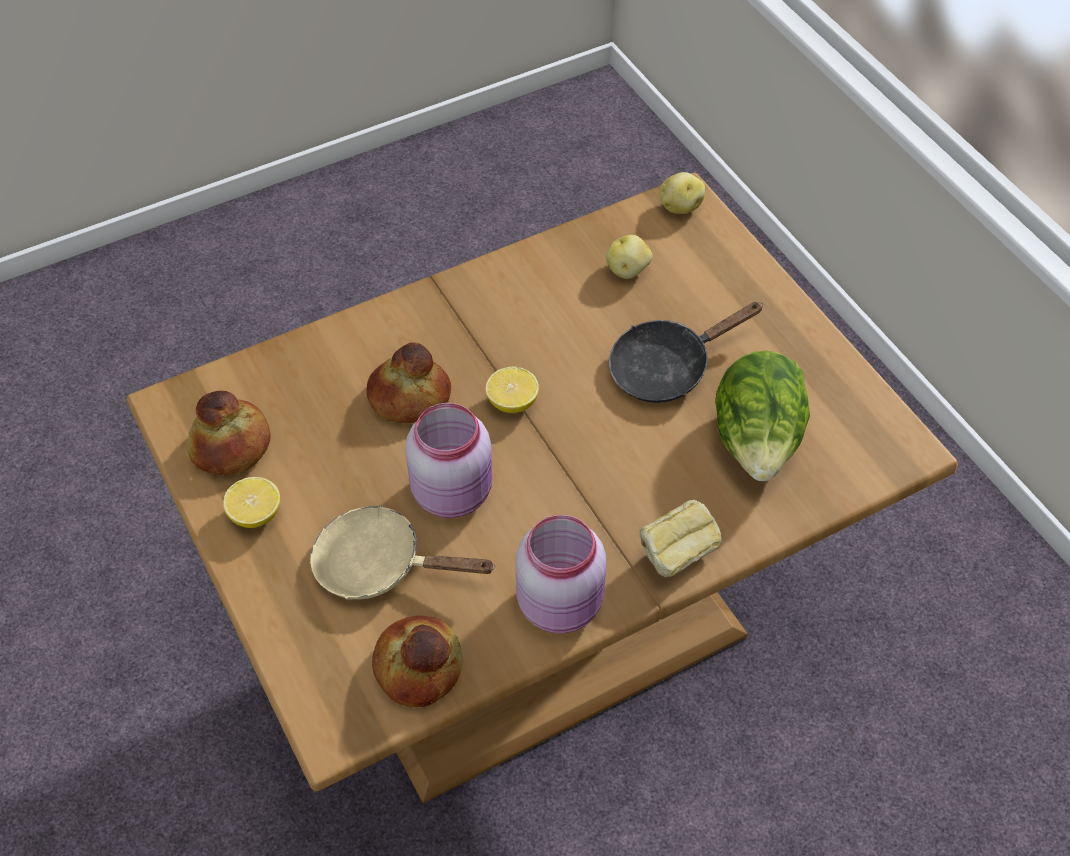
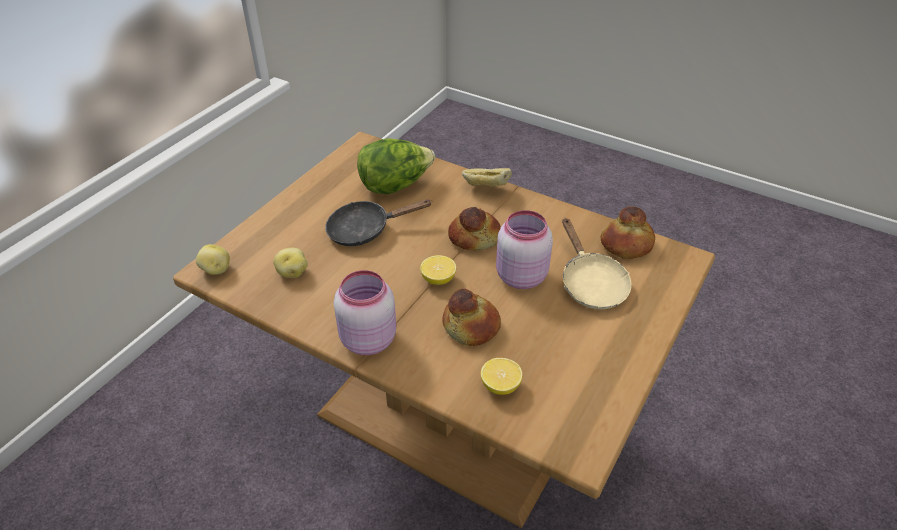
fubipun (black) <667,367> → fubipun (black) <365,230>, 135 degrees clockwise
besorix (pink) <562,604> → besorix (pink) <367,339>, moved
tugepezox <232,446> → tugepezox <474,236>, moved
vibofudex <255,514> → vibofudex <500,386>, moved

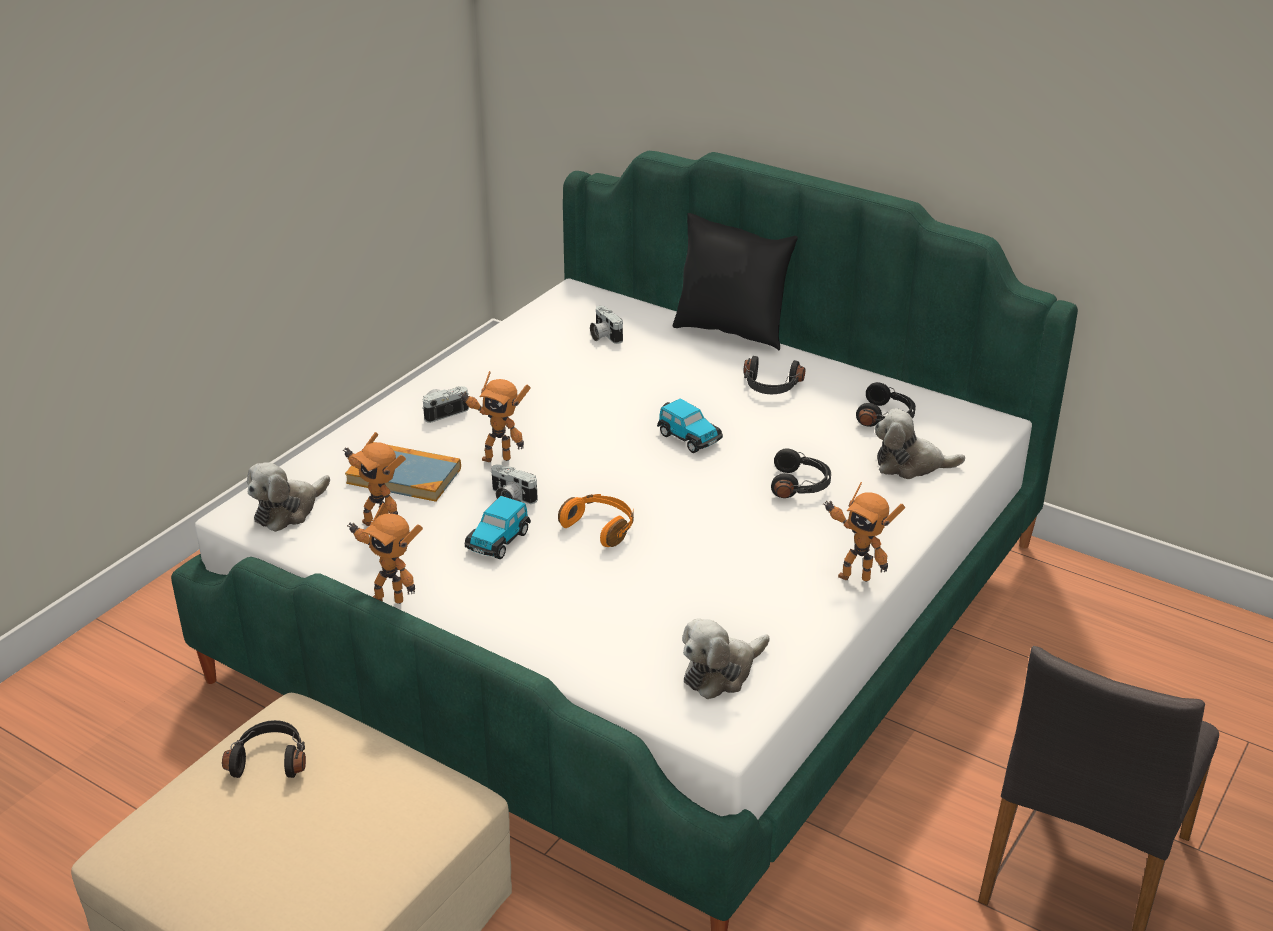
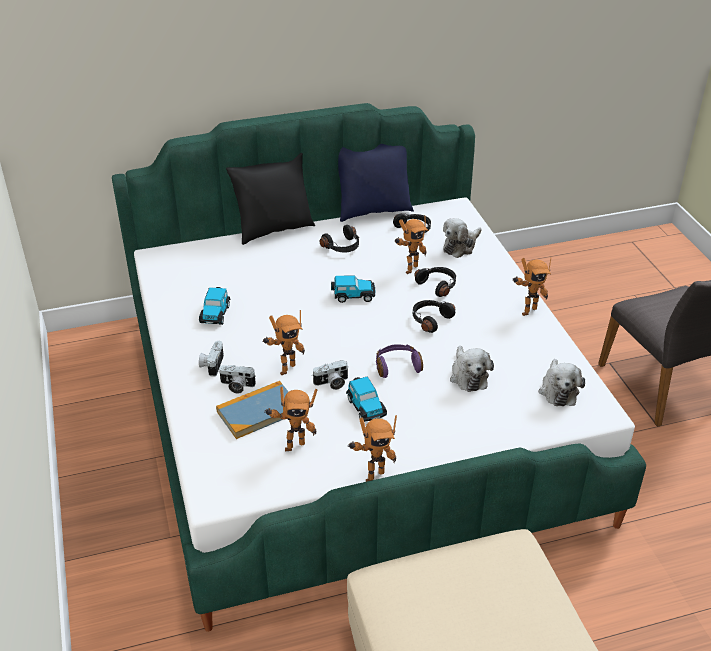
- → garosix <215,313>
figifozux <603,336> → figifozux <236,386>, moved
- → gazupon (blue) <373,211>
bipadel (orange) <600,527> → bipadel (purple) <397,366>
- → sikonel <409,268>
bipadel (black) <270,759> → bipadel (black) <430,319>, moved
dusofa <288,510> → dusofa <468,375>, moved

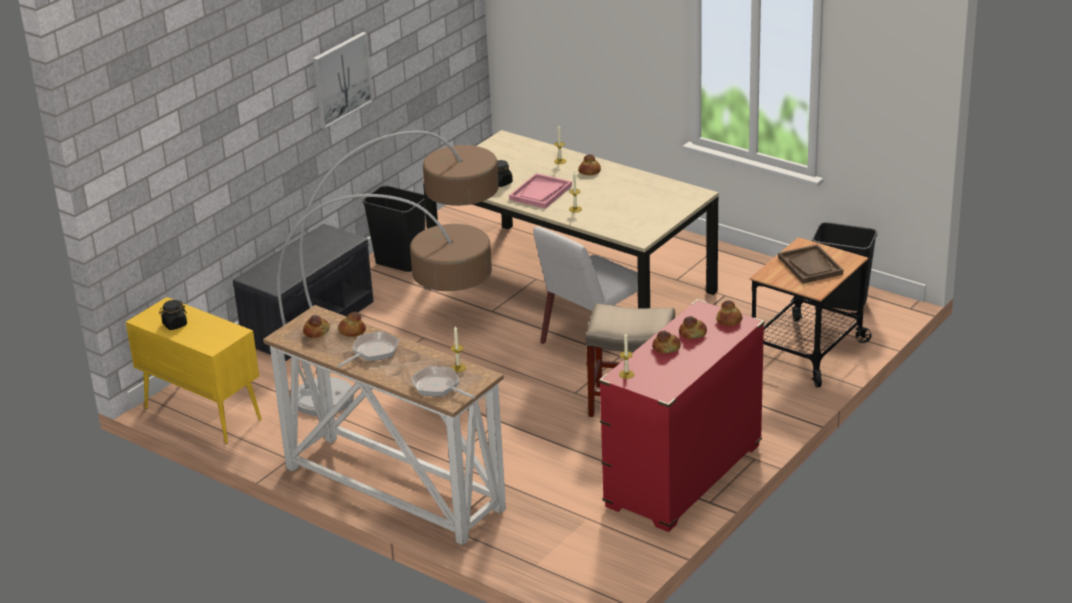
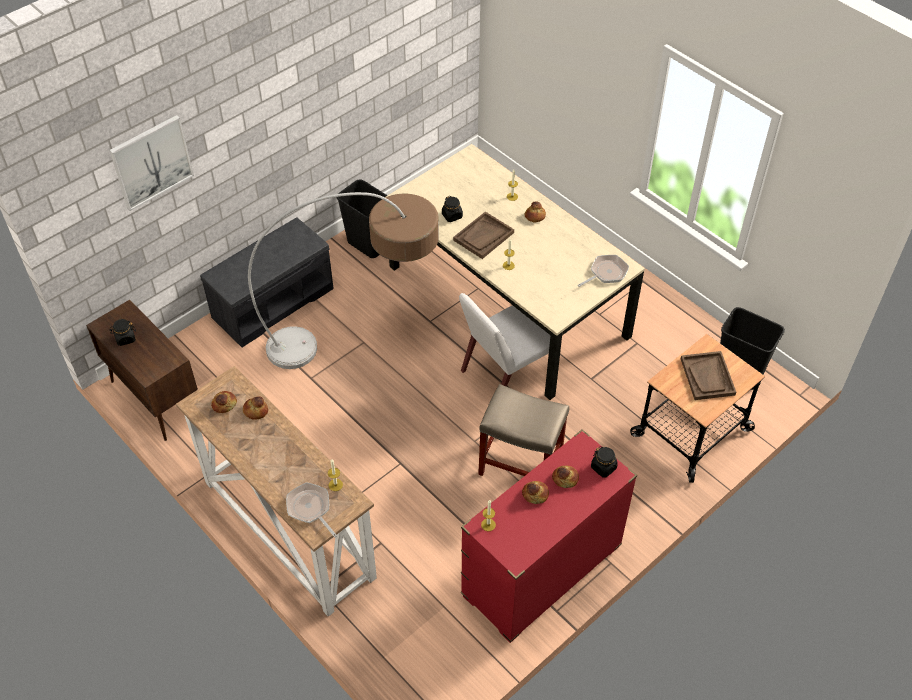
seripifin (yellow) <201,413> → seripifin (brown) <155,398>
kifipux <341,79> → kifipux <151,162>, moved
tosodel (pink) <540,193> → tosodel (brown) <483,236>
fubipun <372,352> → fubipun <606,273>, moved
tugepezox <729,320> → besorix (black) <603,467>
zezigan <404,405> → -

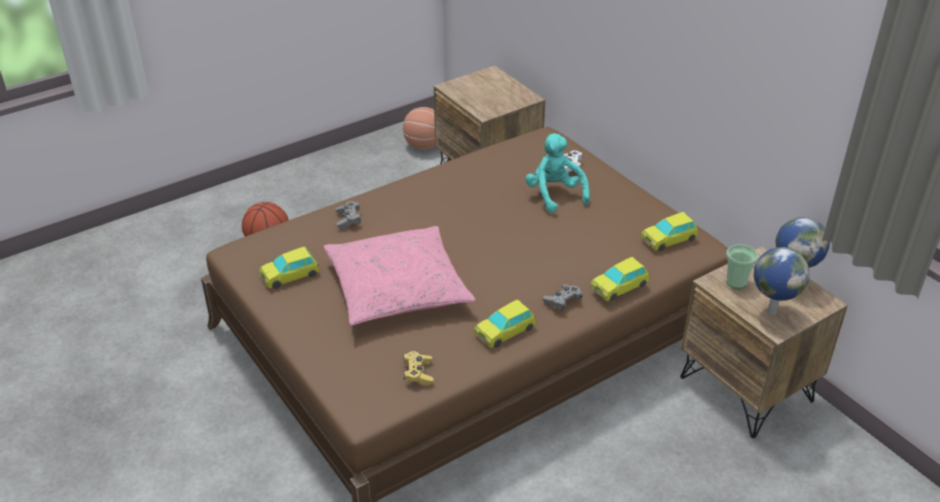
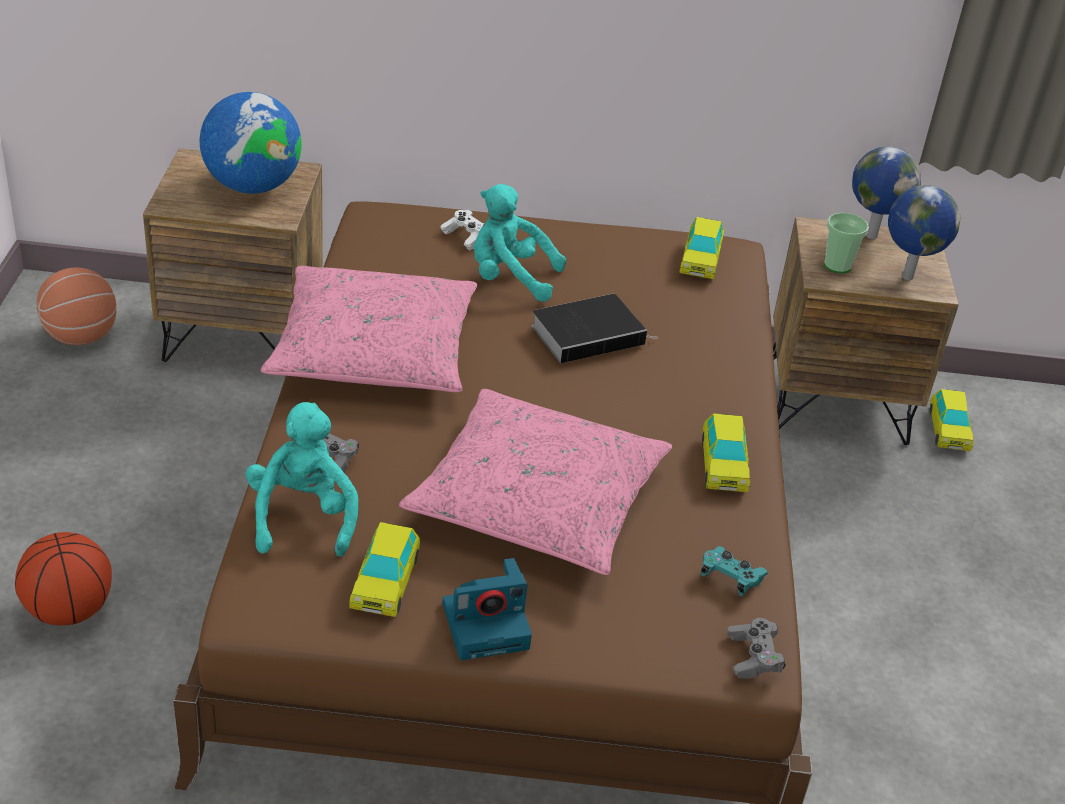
- → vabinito <252,186>
- → dusofa (turquoise) <303,517>
- → gazupon (pink) <373,350>
- → figifozux <487,624>
- → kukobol <590,333>
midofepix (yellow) <418,374> → midofepix (turquoise) <730,578>
midofepix (grey) <562,302> → midofepix (grey) <753,657>, moved
garosix <619,287> → garosix <948,431>, moved

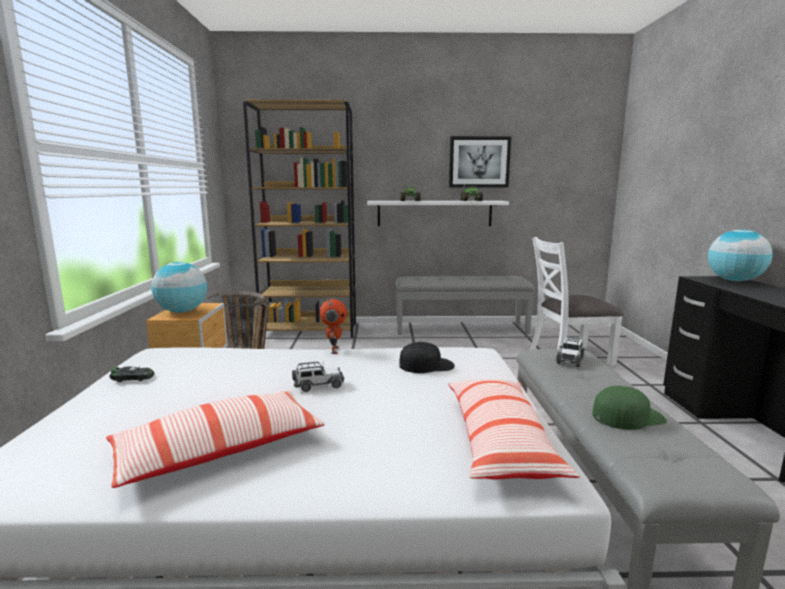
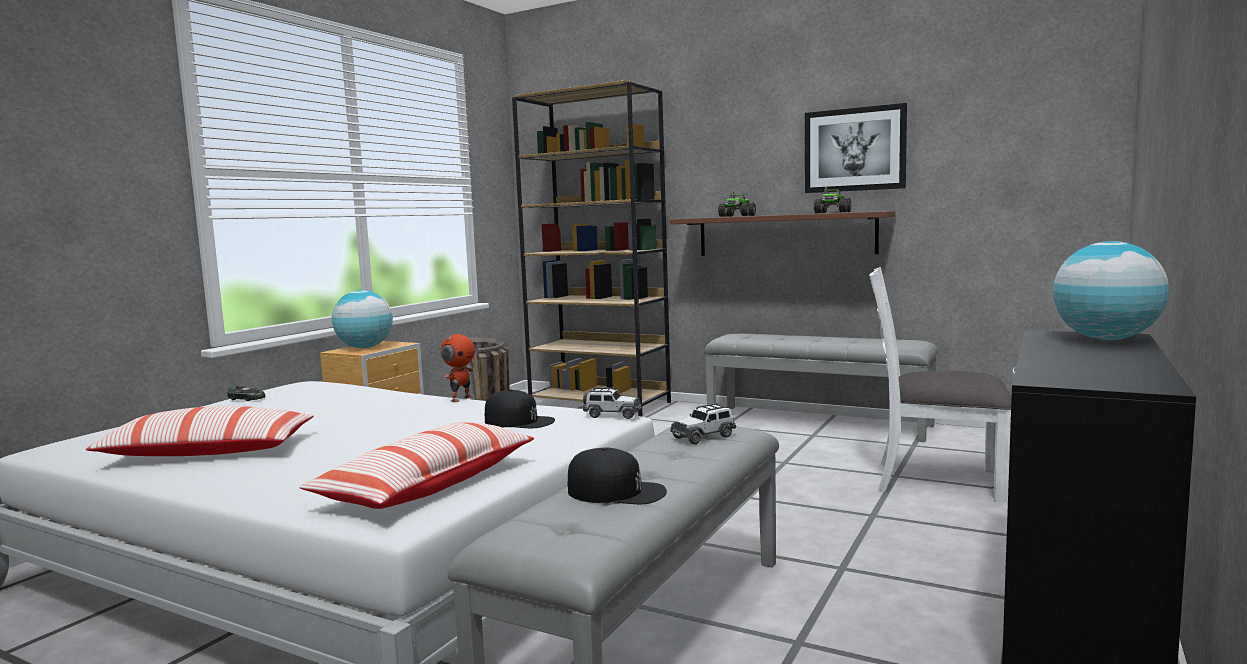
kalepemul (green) <627,416> → kalepemul (black) <616,491>
garosix <318,385> → garosix <612,415>, moved
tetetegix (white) <434,213> → tetetegix (brown) <785,235>

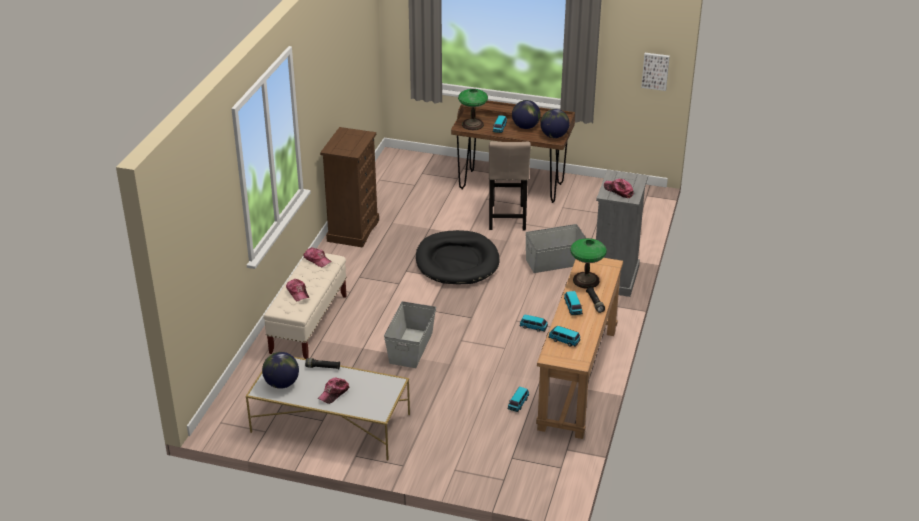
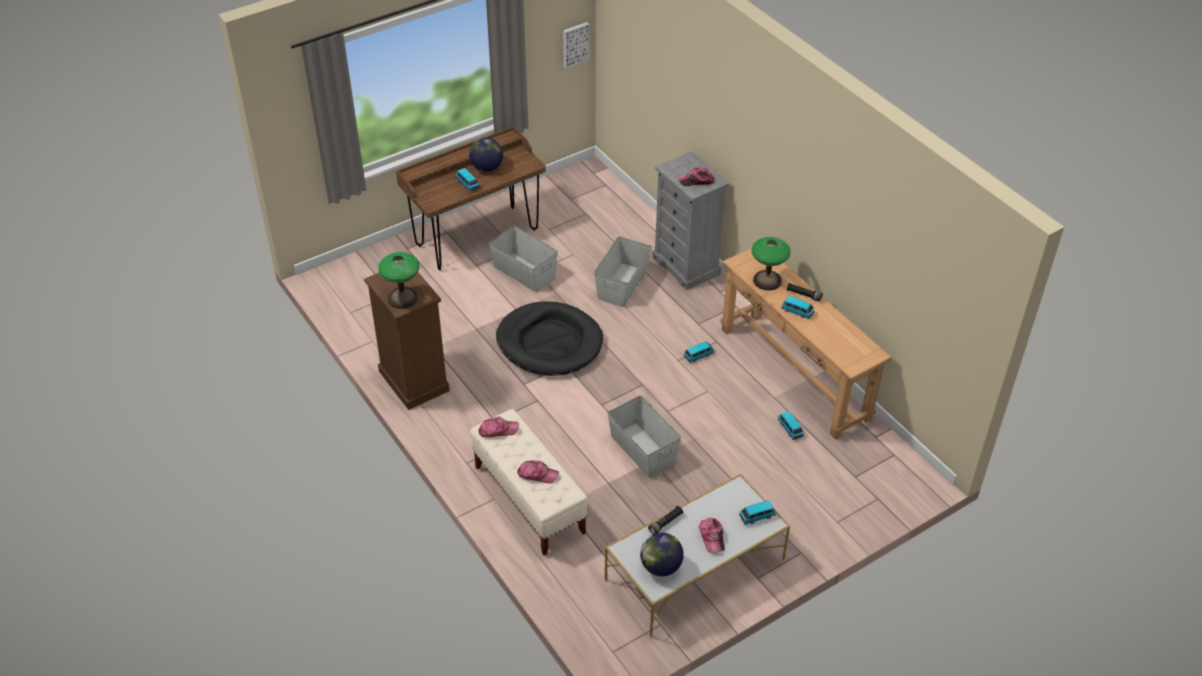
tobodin <472,124> → tobodin <402,298>, moved
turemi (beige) <507,219> → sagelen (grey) <524,272>
garosix <564,340> → garosix <756,516>, moved
vabinito <554,136> → -

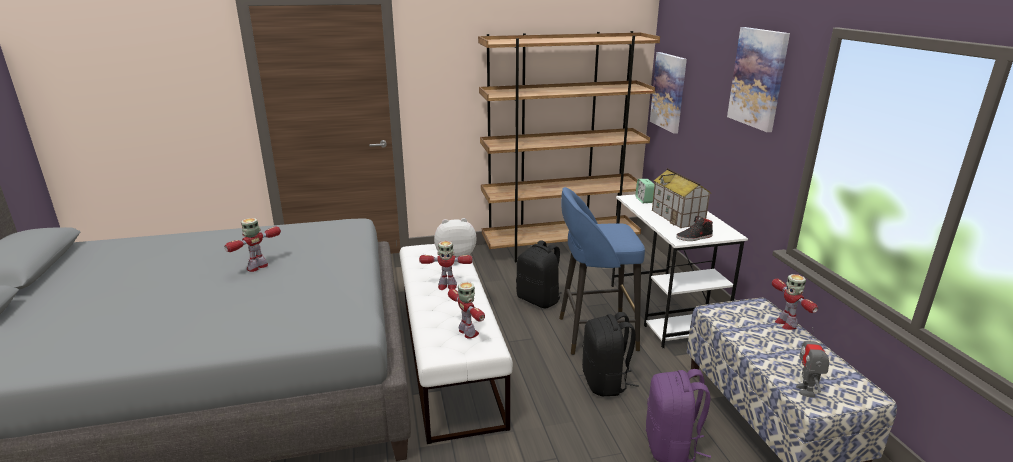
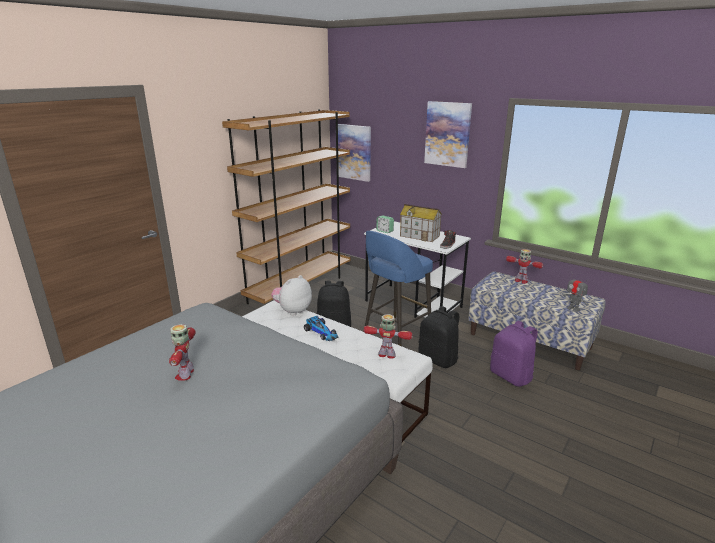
sikonel <447,286> → garosix <322,332>

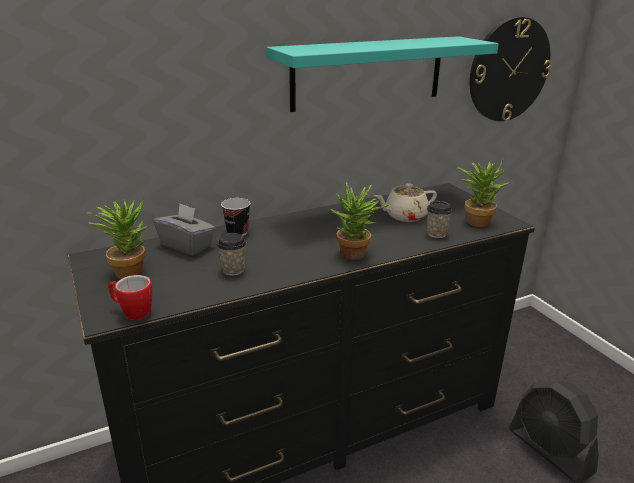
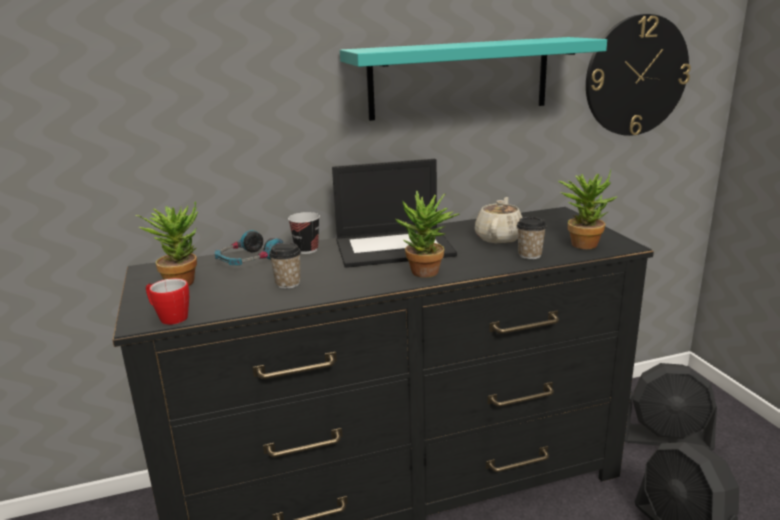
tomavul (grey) <187,245> → bipadel <249,260>
- → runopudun <395,247>
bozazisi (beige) <405,216> → bozazisi (beige) <499,237>, 120 degrees clockwise
- → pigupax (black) <665,438>

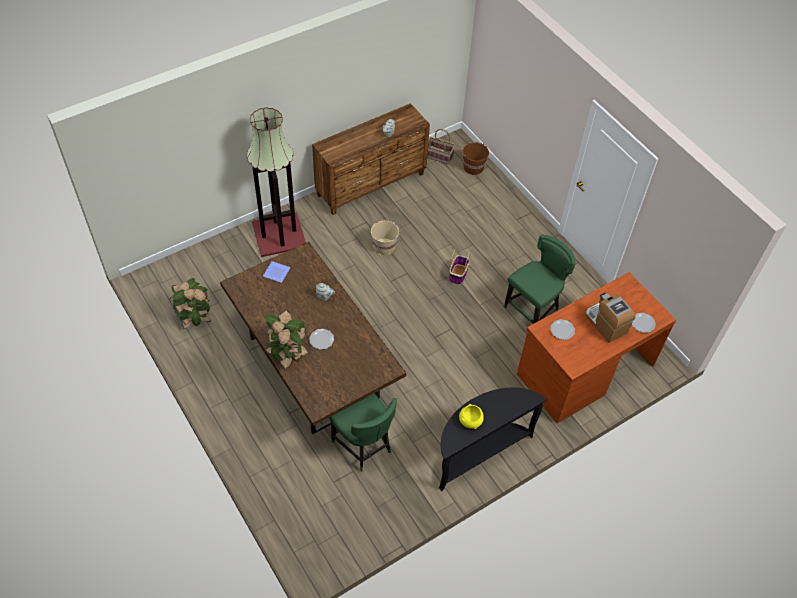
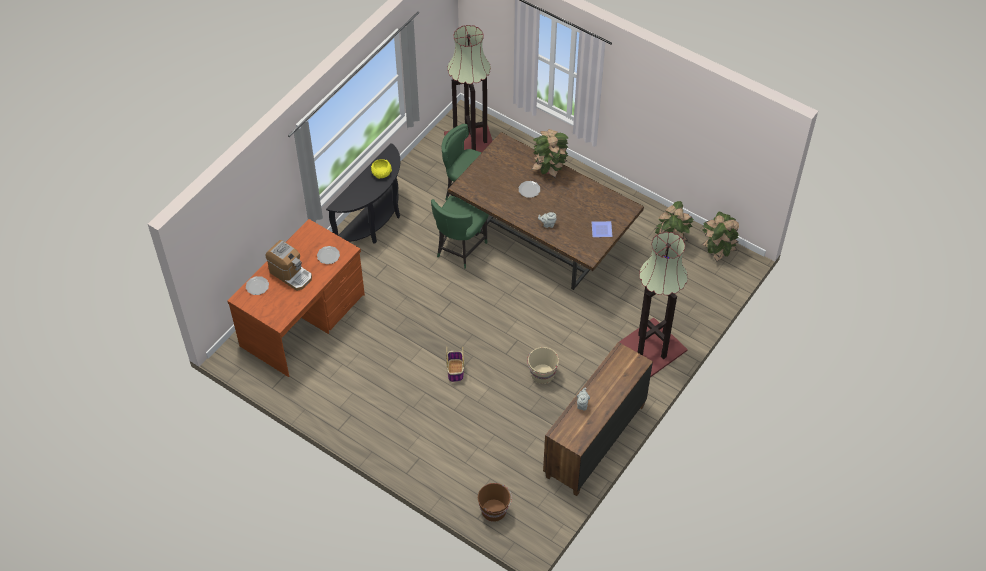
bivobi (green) <533,309> → bivobi (green) <459,249>, moved
- → zezigan <471,145>
- → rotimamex <717,251>
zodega <439,156> → -

